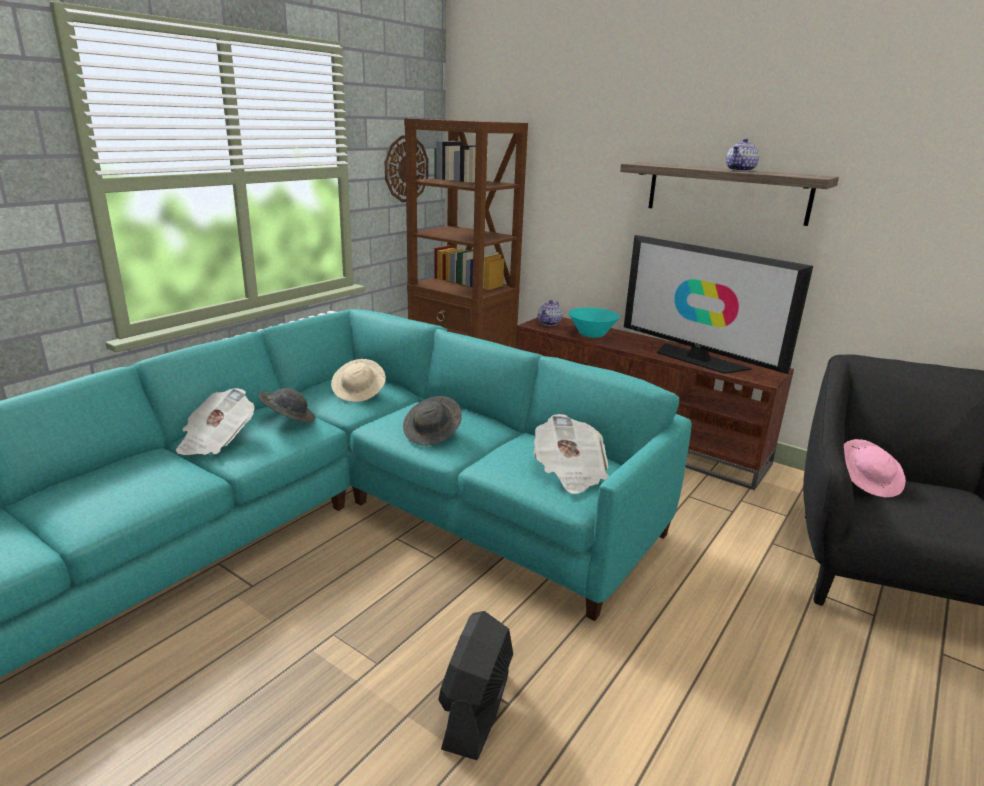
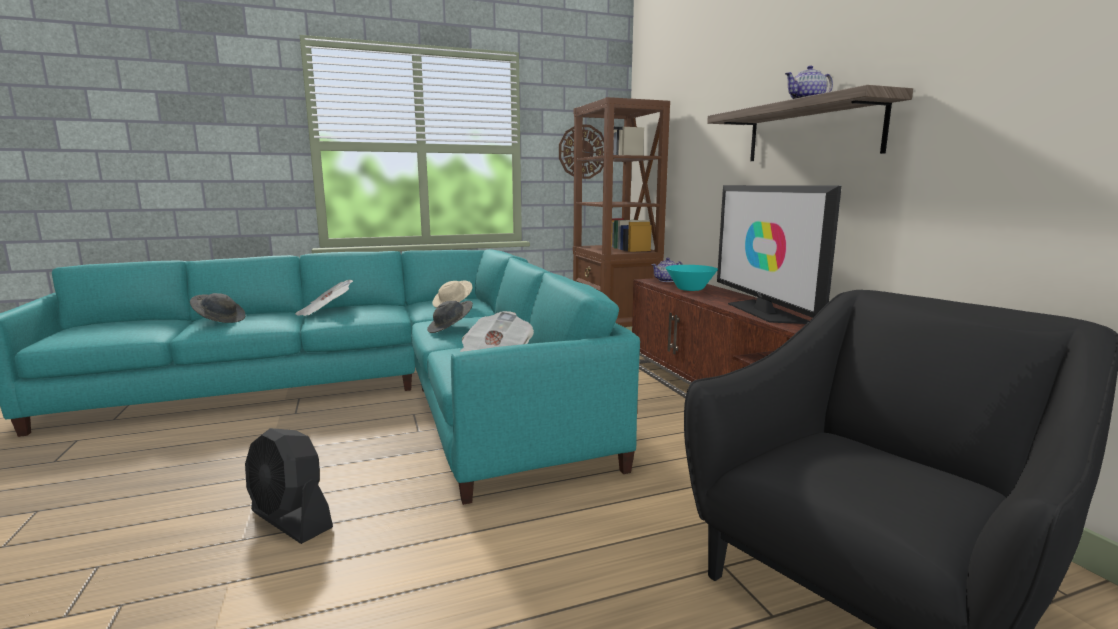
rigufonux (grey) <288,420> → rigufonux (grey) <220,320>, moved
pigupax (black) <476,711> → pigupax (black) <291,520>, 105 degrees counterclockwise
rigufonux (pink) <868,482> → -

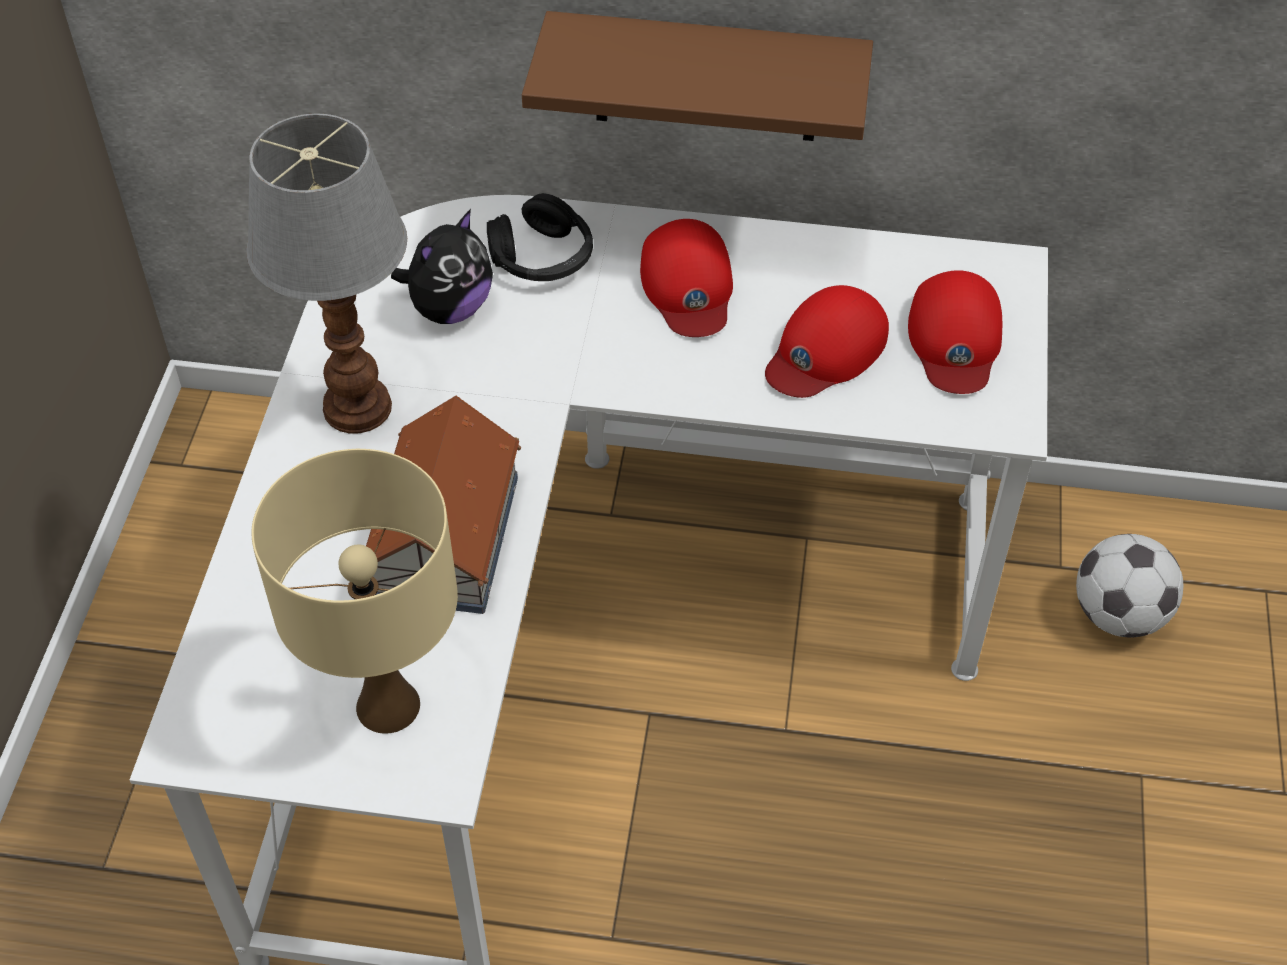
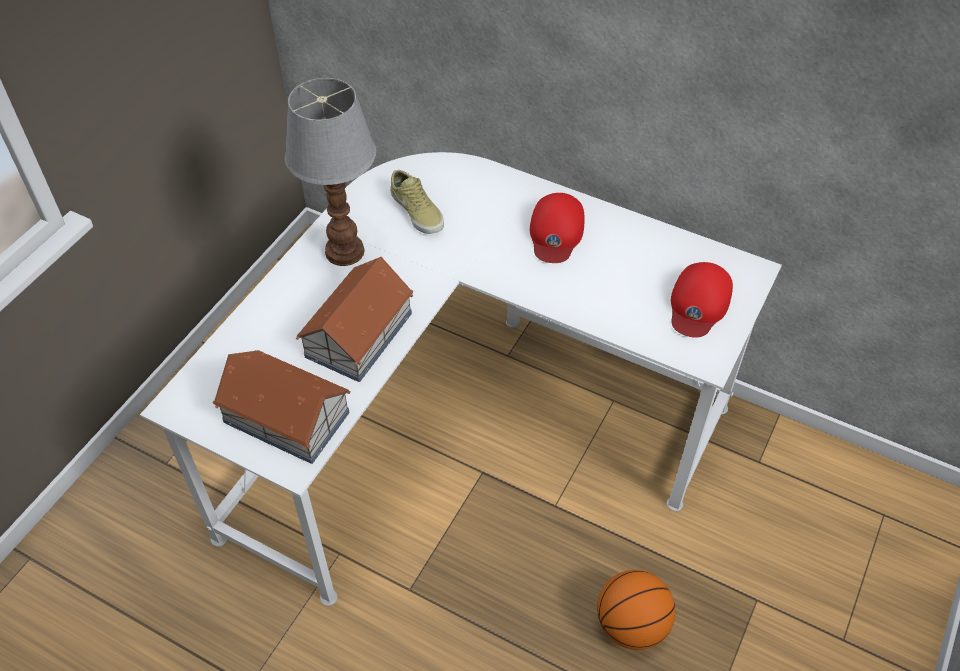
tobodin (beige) <387,705> → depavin <286,416>
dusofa <449,308> → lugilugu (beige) <418,211>
- → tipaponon <631,625>
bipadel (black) <542,258> → -
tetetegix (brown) <706,77> → -
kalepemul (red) <825,350> → -
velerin <1118,615> → -

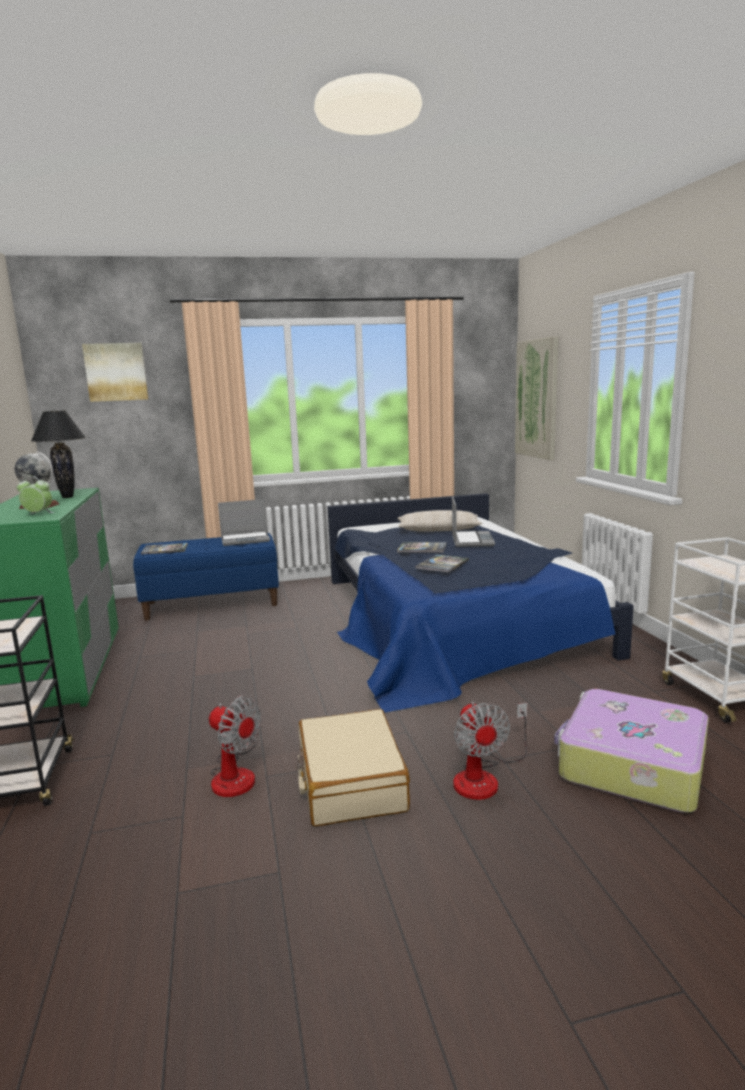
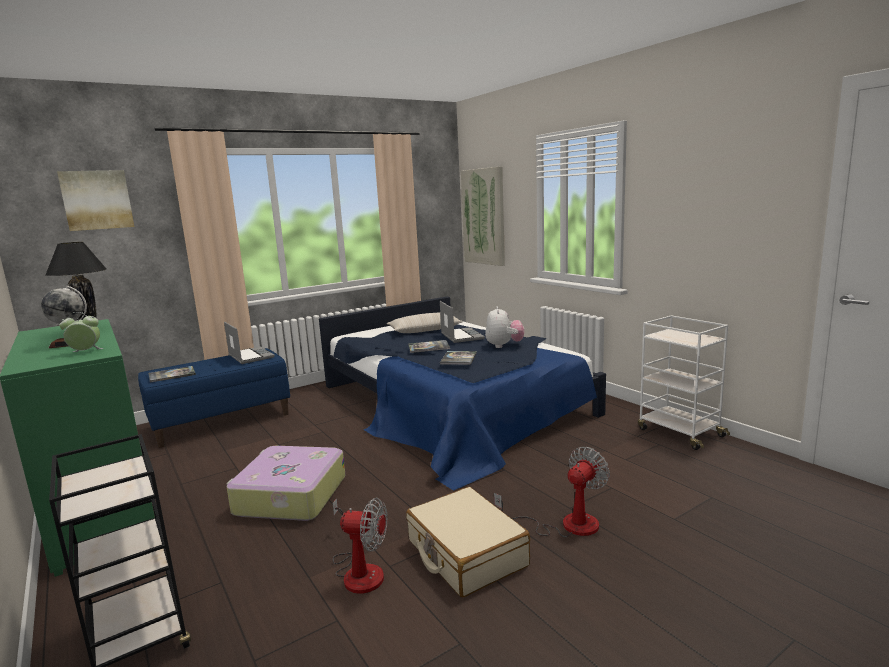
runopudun <246,539> → runopudun <250,356>, 90 degrees counterclockwise
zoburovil <630,765> → zoburovil <289,496>, moved
- → dusofa <504,346>
pigupax <484,777> → pigupax <566,525>, 105 degrees counterclockwise

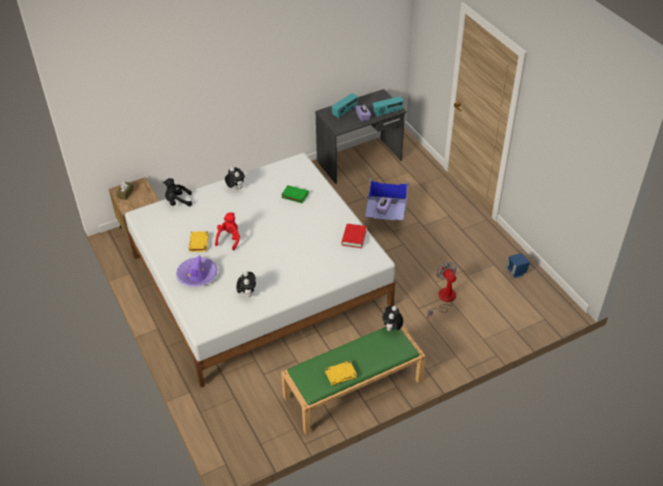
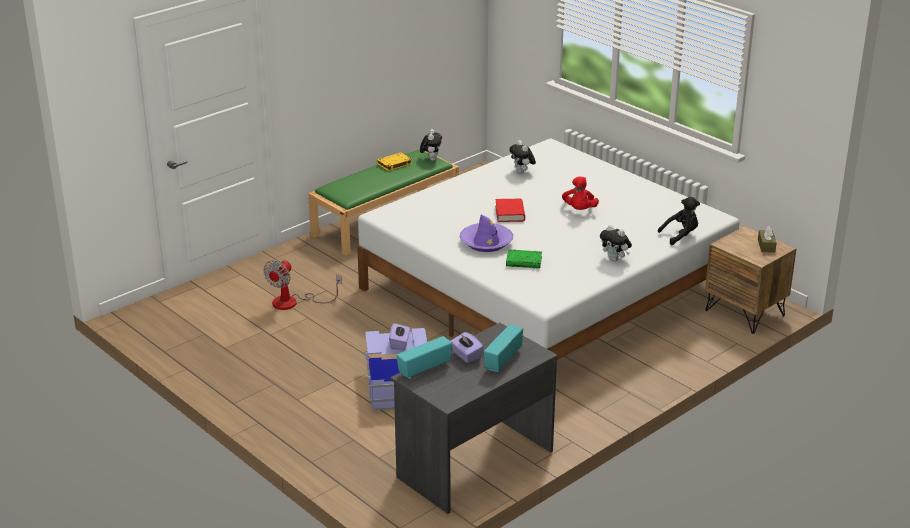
pigupax <443,299> → pigupax <294,302>, 60 degrees clockwise
dusofa <392,329> → dusofa <431,159>, moved
rigufonux (purple) <197,275> → rigufonux (purple) <486,242>, moved
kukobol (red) <354,238> → kukobol (red) <510,213>, moved
kukobol (yellow) <199,243> → -
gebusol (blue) <516,272> → -

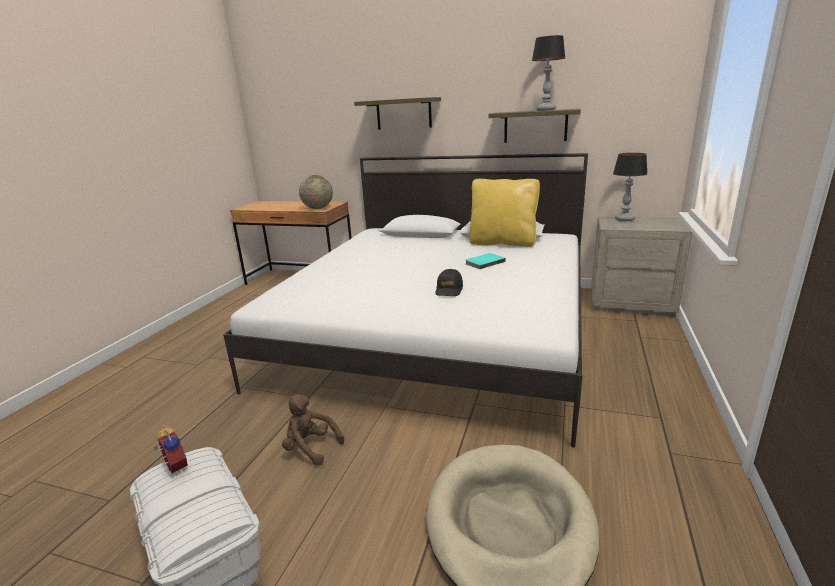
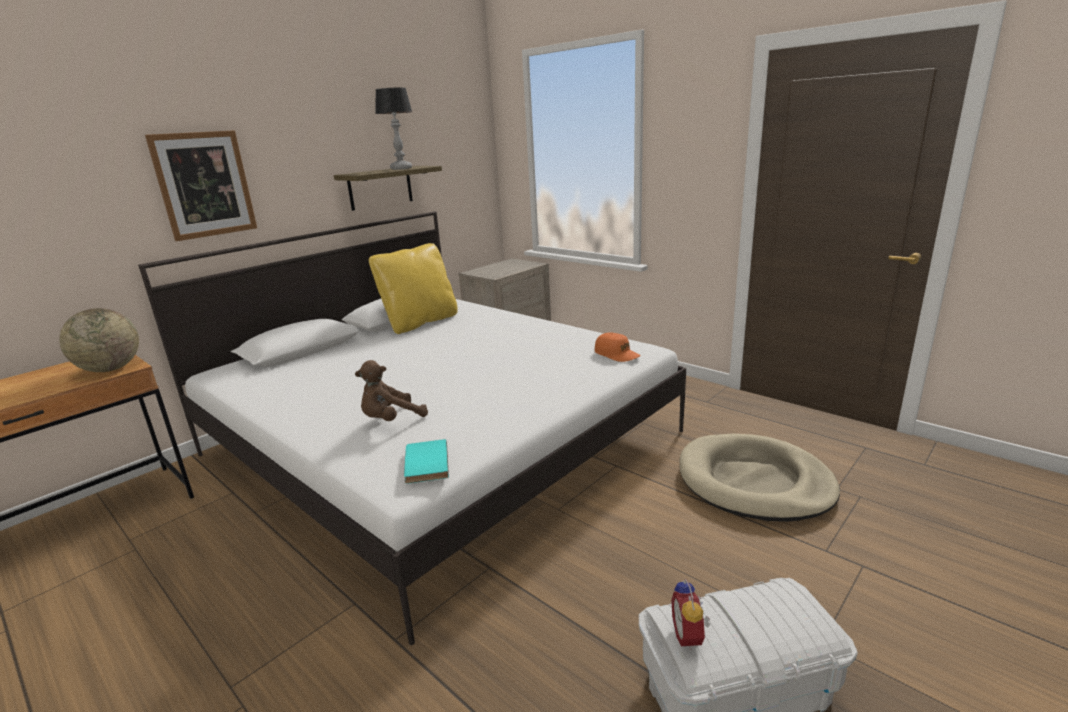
tetetegix <403,114> → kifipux <204,185>
dusofa (brown) <311,447> → dusofa (brown) <391,420>, moved
kukobol (turquoise) <484,262> → kukobol (turquoise) <424,464>, moved
- → kalepemul (orange) <617,354>
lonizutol <174,468> → lonizutol <690,636>, 75 degrees counterclockwise
kalepemul (black) <449,289> → -
tobodin <624,219> → -

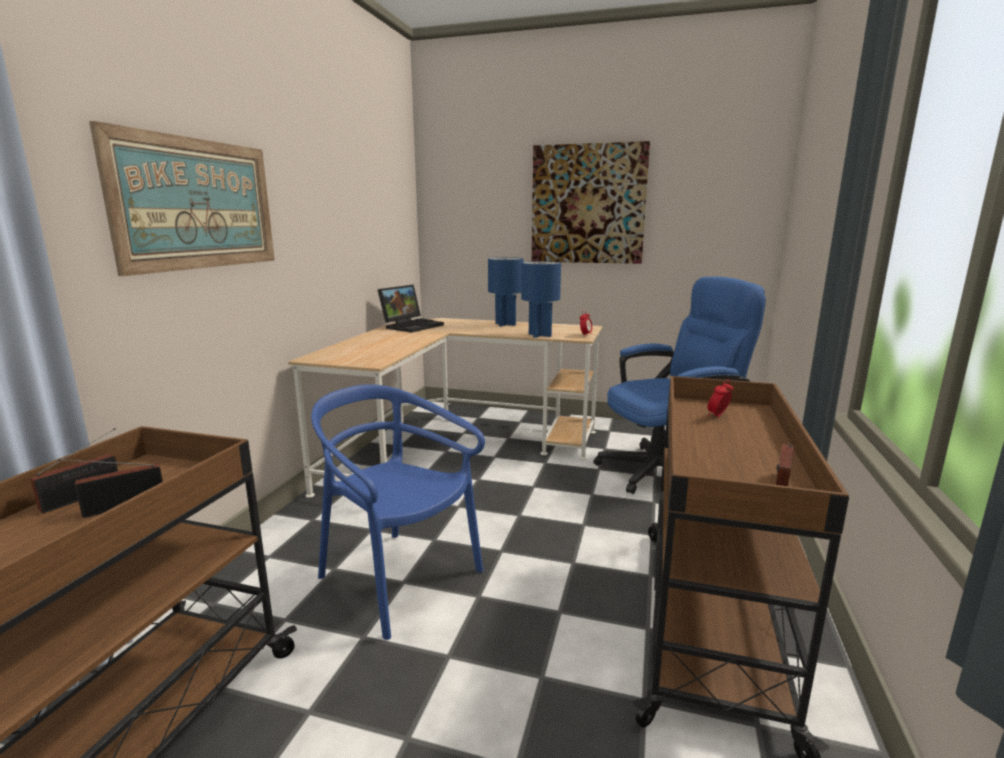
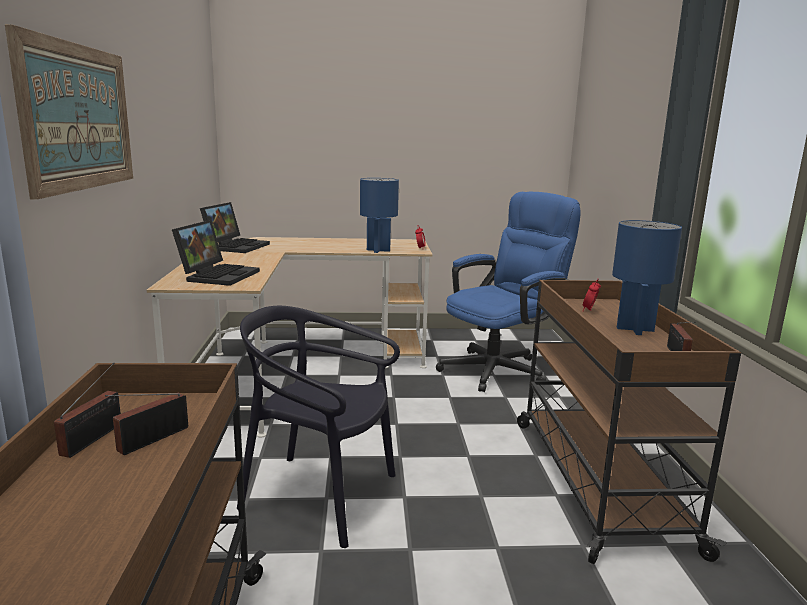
- → runopudun <218,275>
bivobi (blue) <398,578> → bivobi (black) <319,496>
tobodin (blue) <505,324> → tobodin (blue) <634,329>, moved
kifipux <588,204> → -

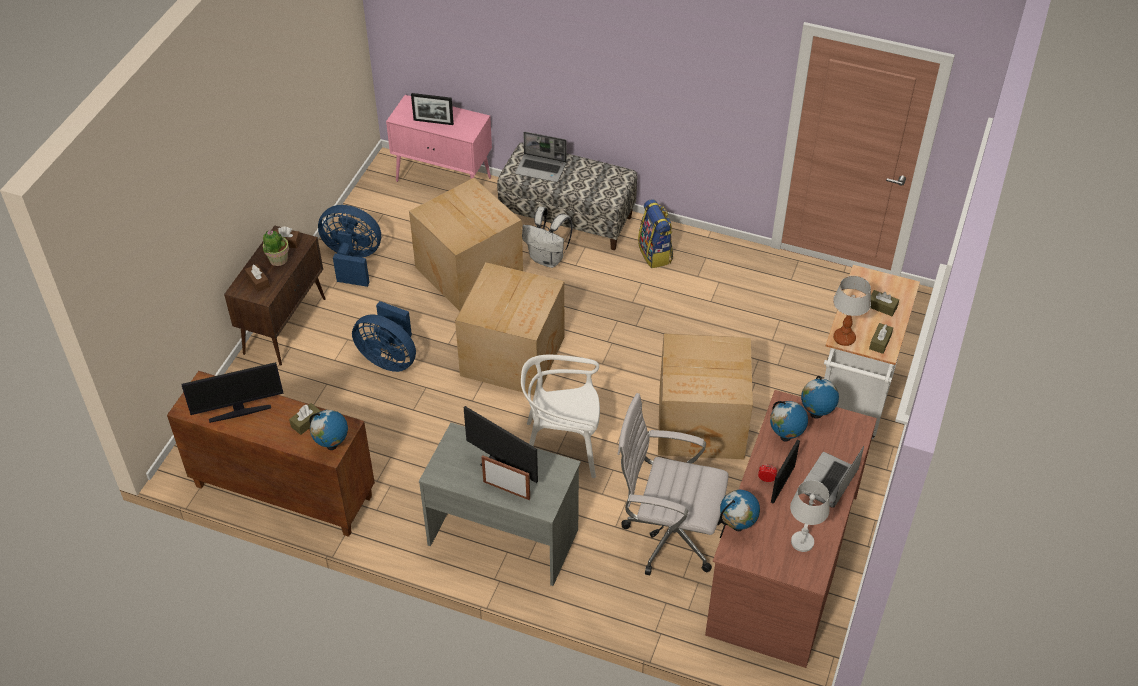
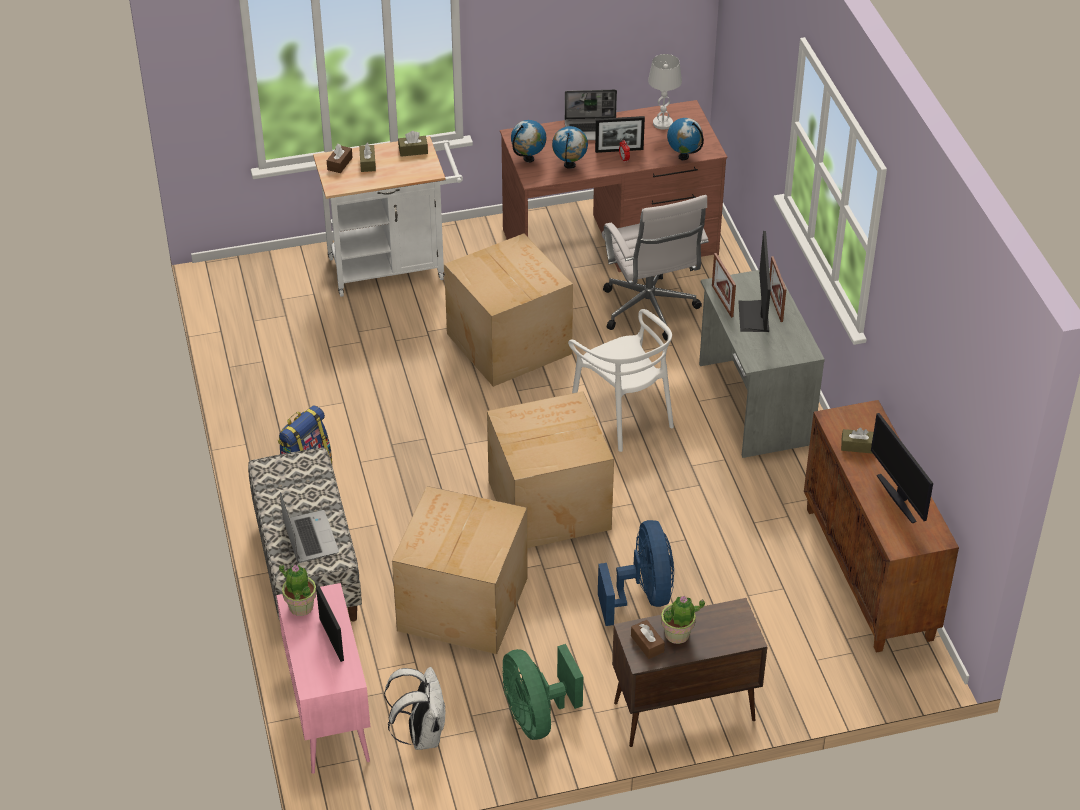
- → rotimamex <301,606>
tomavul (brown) <258,282> → tomavul (brown) <340,164>, moved
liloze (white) <548,259> → liloze (white) <421,734>, moved
pigupax (blue) <352,261> → pigupax (green) <536,716>
- → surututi <722,301>
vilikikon <239,412> → vilikikon <898,498>, 150 degrees counterclockwise
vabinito <332,445> → -
tobodin <844,339> → -

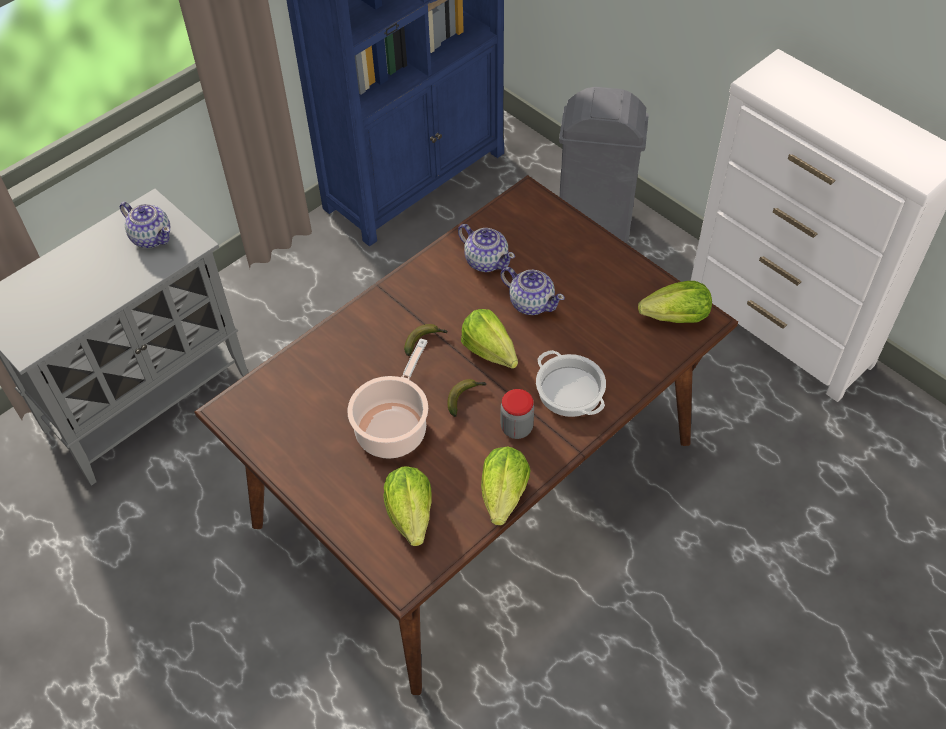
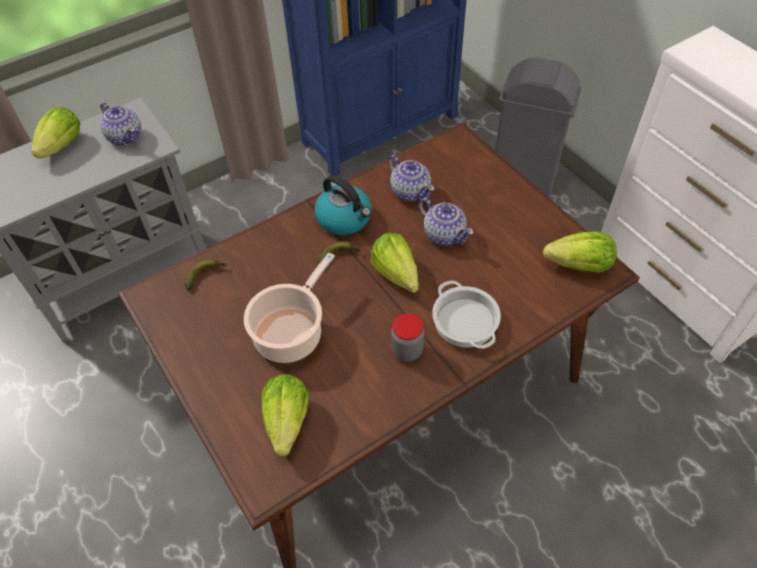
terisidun <504,494> → terisidun <63,146>, moved
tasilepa <465,398> → tasilepa <205,275>, moved
- → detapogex <345,219>

